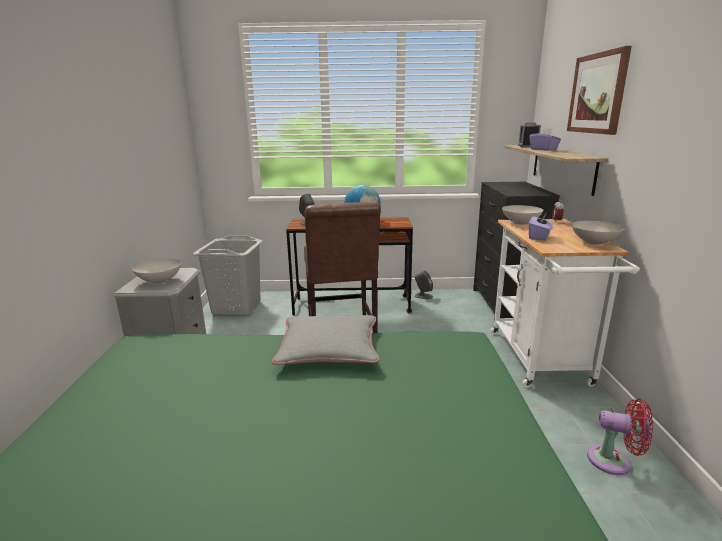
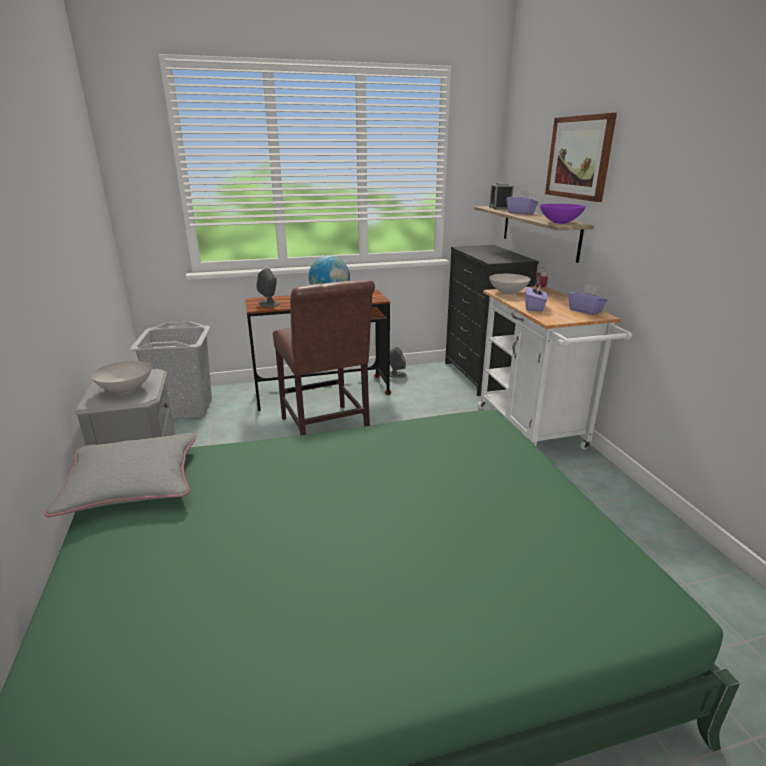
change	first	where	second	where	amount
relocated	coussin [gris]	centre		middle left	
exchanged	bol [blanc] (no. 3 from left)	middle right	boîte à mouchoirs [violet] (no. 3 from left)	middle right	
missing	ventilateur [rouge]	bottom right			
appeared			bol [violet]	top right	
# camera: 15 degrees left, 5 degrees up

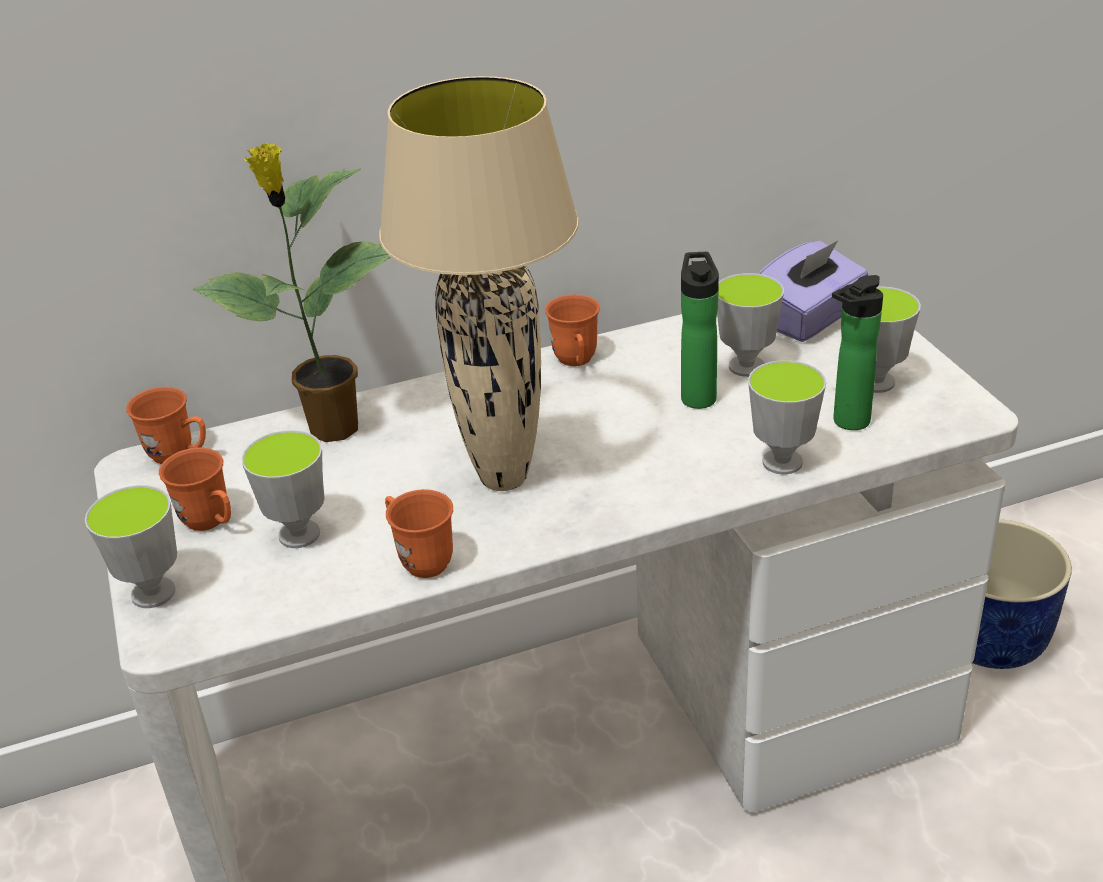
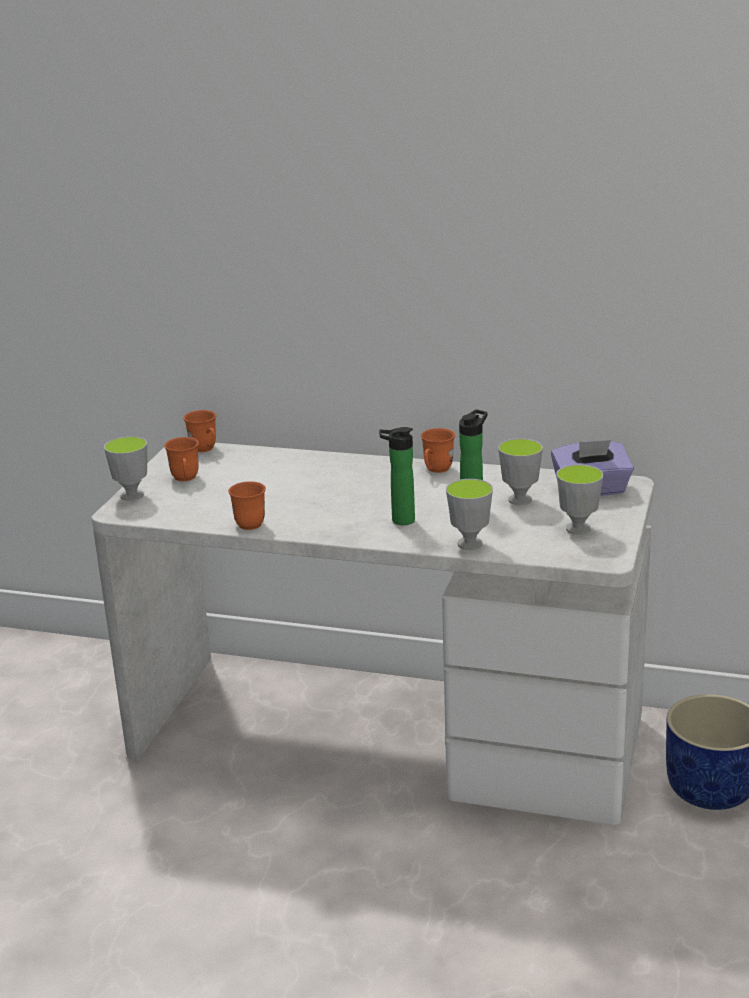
change	first	where	second	where	amount
missing	plante en pot	top left			
missing	tasse (no. 2 from left)	middle left			
missing	lampe de table [beige]	top centre			
relocated	bouteille (no. 2 from left in the first image)	middle right	bouteille (no. 1 from left)	centre	
# camera: 35 degrees right, 10 degrees down

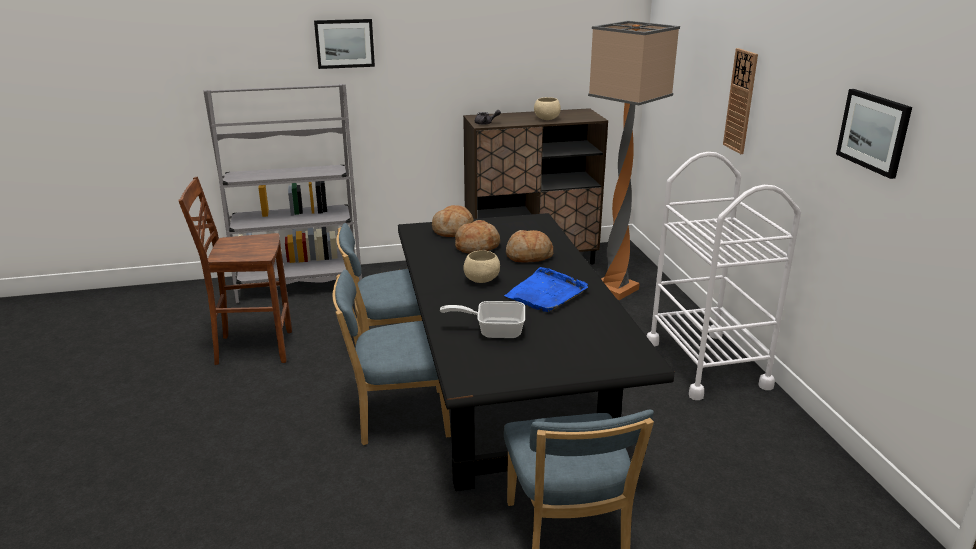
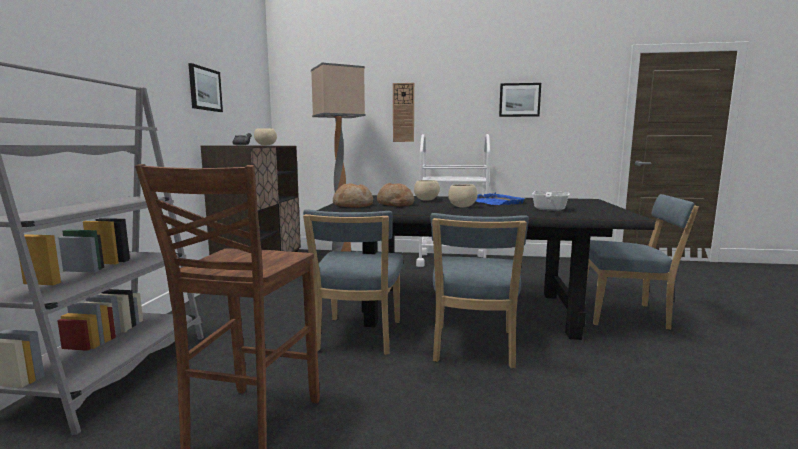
change	first	where	second	where	amount
relocated	tableau (no. 1 from left)	top centre		top left	
exchanged	pain (no. 3 from left)	centre	bol [beige] (no. 2 from left)	centre	
# camera: 70 degrees left, 15 degrees down

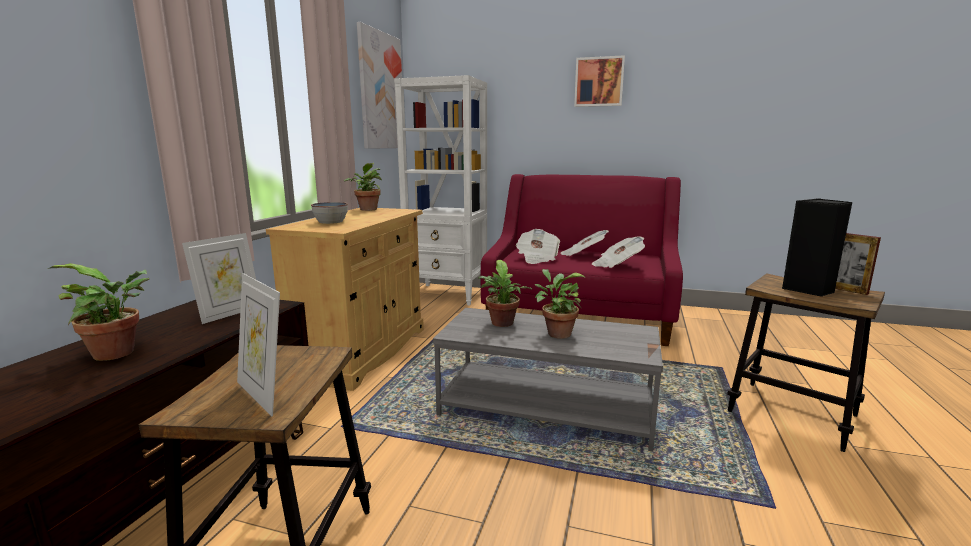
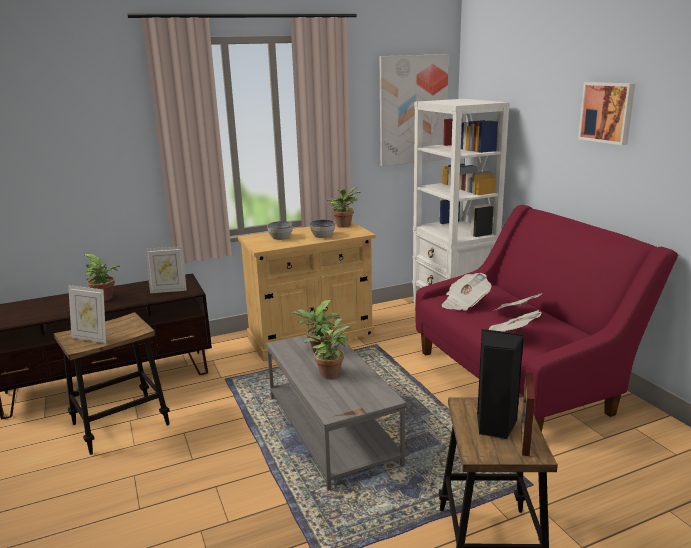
change	first	where	second	where	amount
spun	cadre photo (no. 2 from left in the first image)	middle left	cadre photo (no. 1 from left)	middle left	75 degrees counterclockwise
appeared			bol (no. 2 from left)	centre	
# camera: 50 degrees right, 5 degrees up

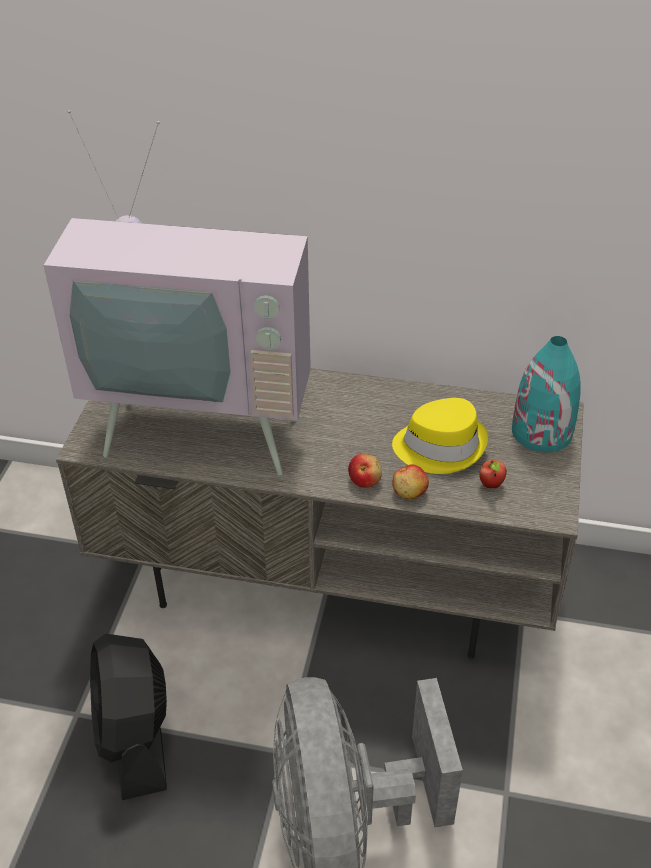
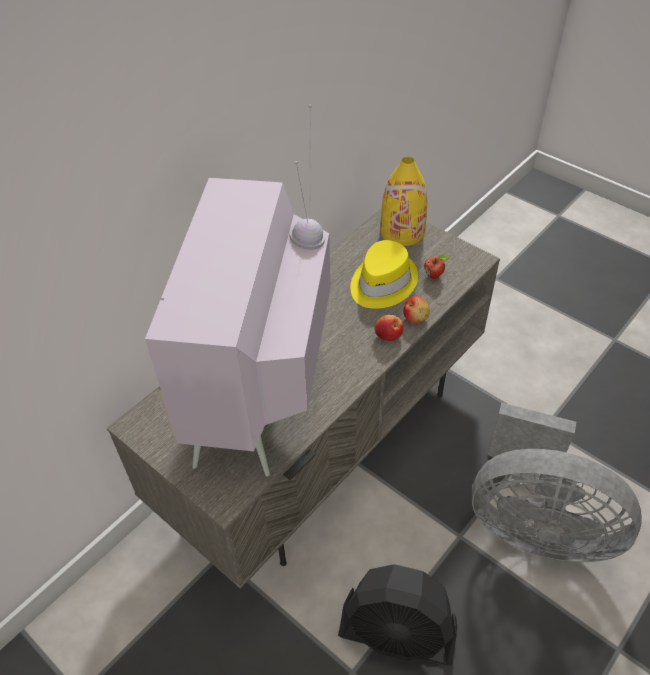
change	first	where	second	where	amount
spun	téléviseur	middle left		centre	150 degrees clockwise
colour	vase [turquoise]	middle right	vase [jaune]	top centre	
# camera: 60 degrees left, 5 degrees up

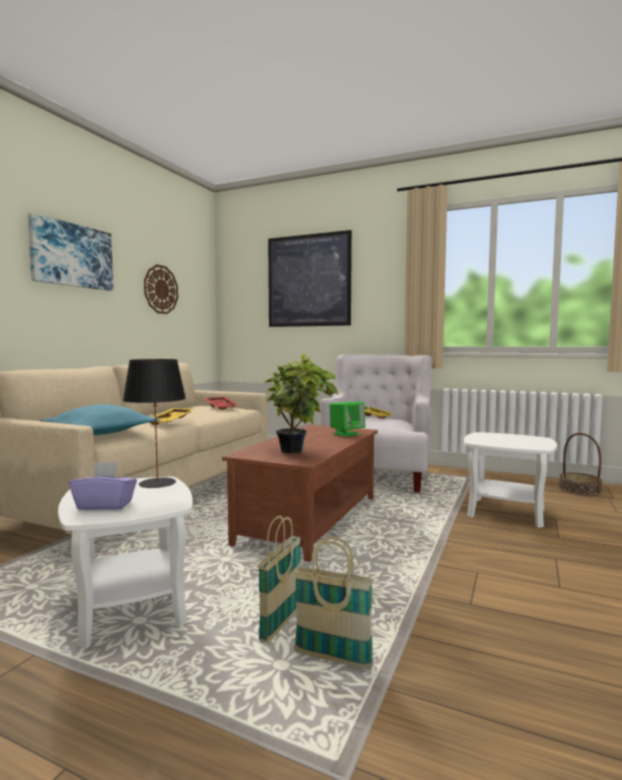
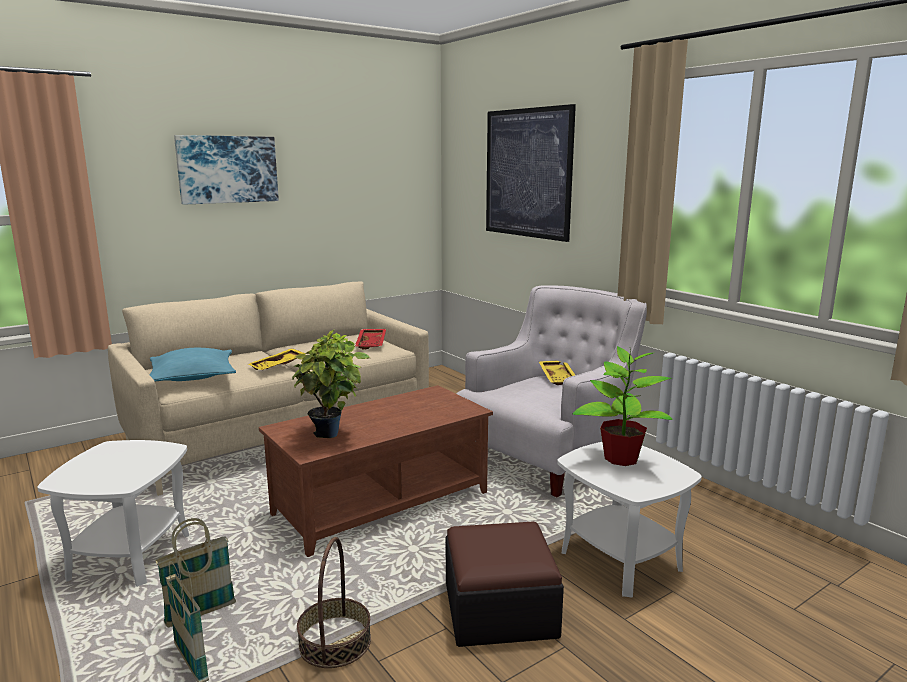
change	first	where	second	where	amount
missing	boîte à mouchoirs [violet]	middle left			
missing	lampe de table [noir]	middle left			
missing	horloge murale	middle left			
missing	enceinte [vert]	centre			
relocated	panier (no. 3 from left)	middle right		bottom centre	
appeared			pouf	bottom centre	
appeared			plante en pot (no. 2 from left)	middle right	
# camera: 30 degrees right, 10 degrees up

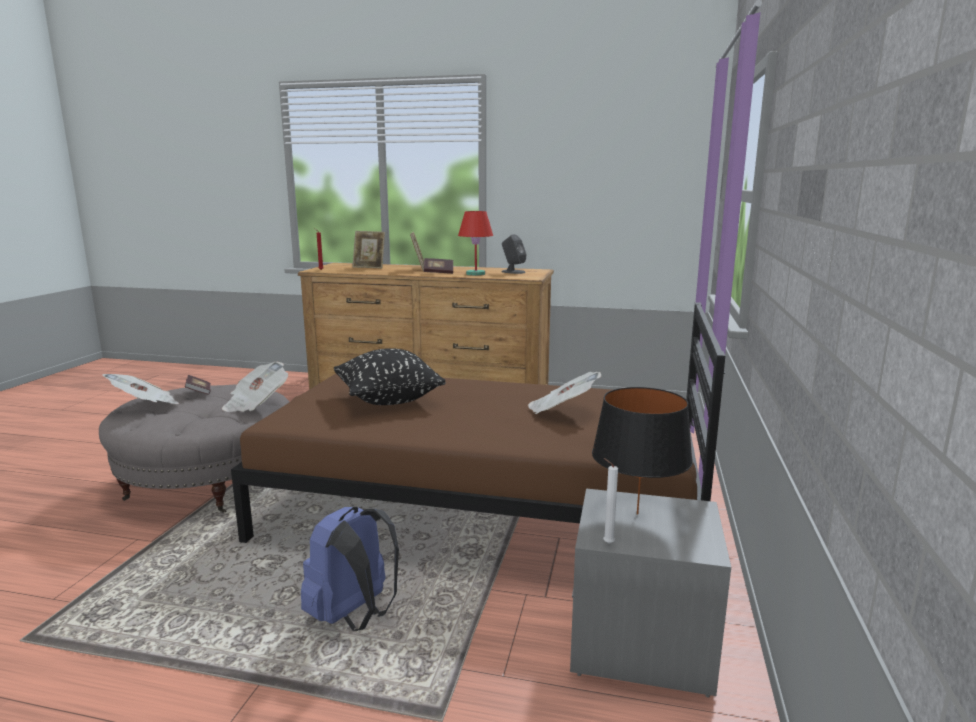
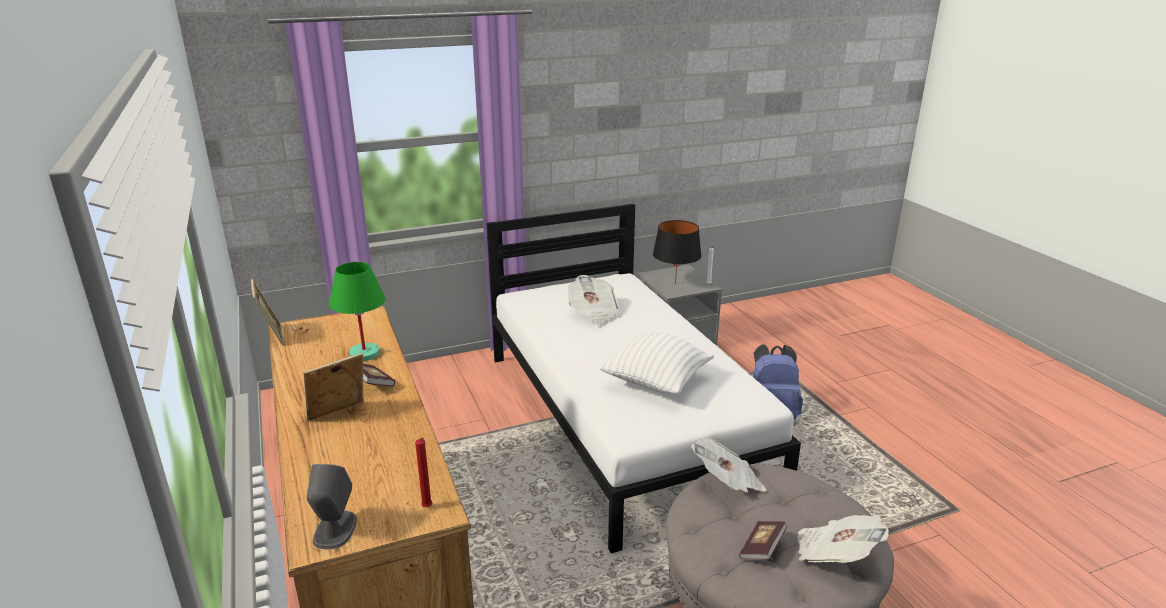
change	first	where	second	where	amount
colour	lit [marron]	centre	lit [blanc]	centre	
colour	coussin [noir]	centre	coussin [blanc]	centre	
relocated	cadre photo (no. 1 from left)	centre		middle left	
colour	lampe de table [rouge]	centre	lampe de table [vert]	middle left	
relocated	enceinte [gris]	centre		bottom left	
# camera: 125 degrees left, 10 degrees up

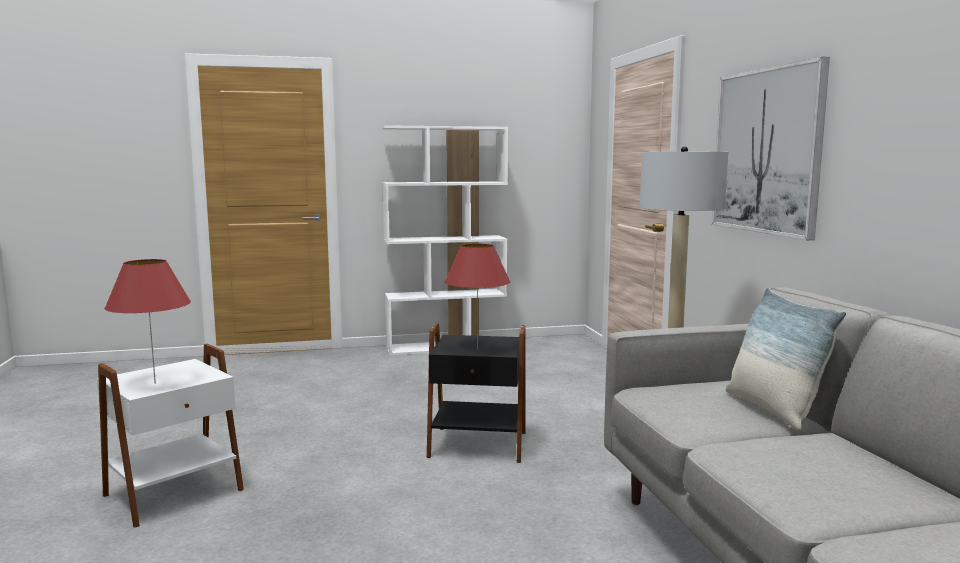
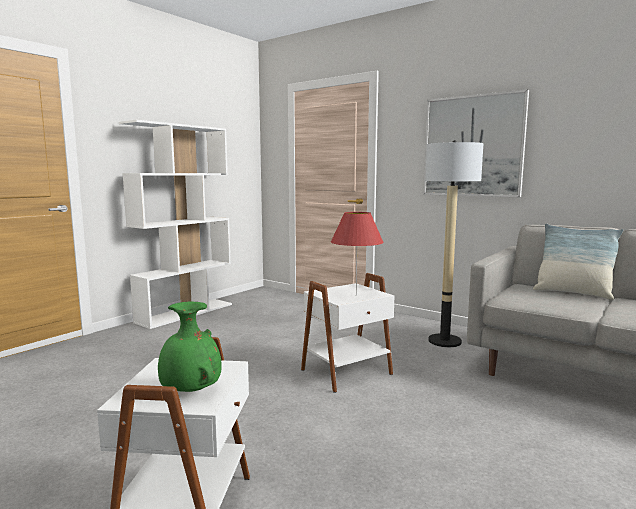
change	first	where	second	where	amount
exchanged	lampe de table [rouge] (no. 1 from left)	middle left	vase [vert]	bottom left	
colour	table d'appoint [noir]	bottom centre	table d'appoint [blanc] (no. 2 from left)	centre	
# camera: 40 degrees left, 0 degrees up

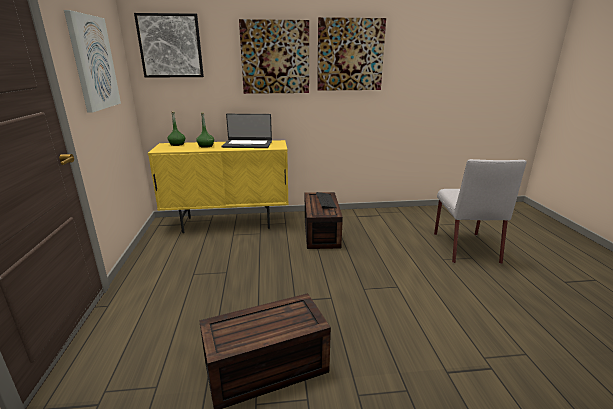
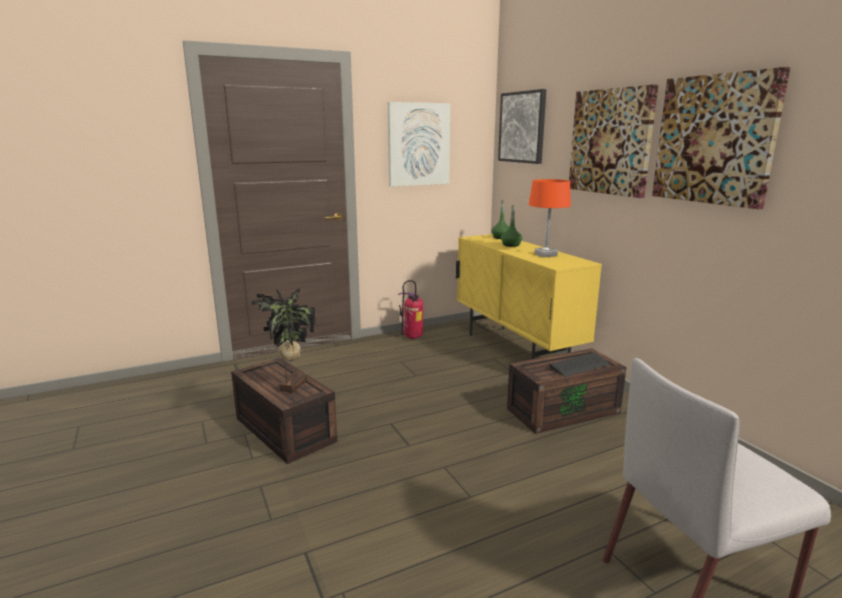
change	first	where	second	where	amount
exchanged	ordinateur portable	top centre	lampe de table [orange]	centre	
appeared			plante en pot	centre	
appeared			extincteur	centre	
# camera: 70 degrees right, 5 degrees down

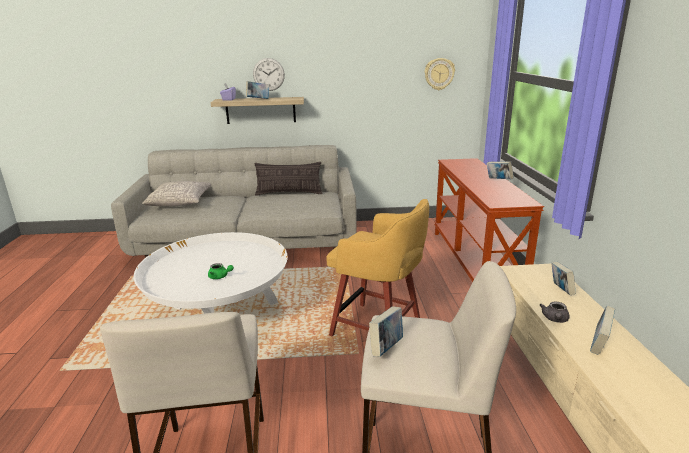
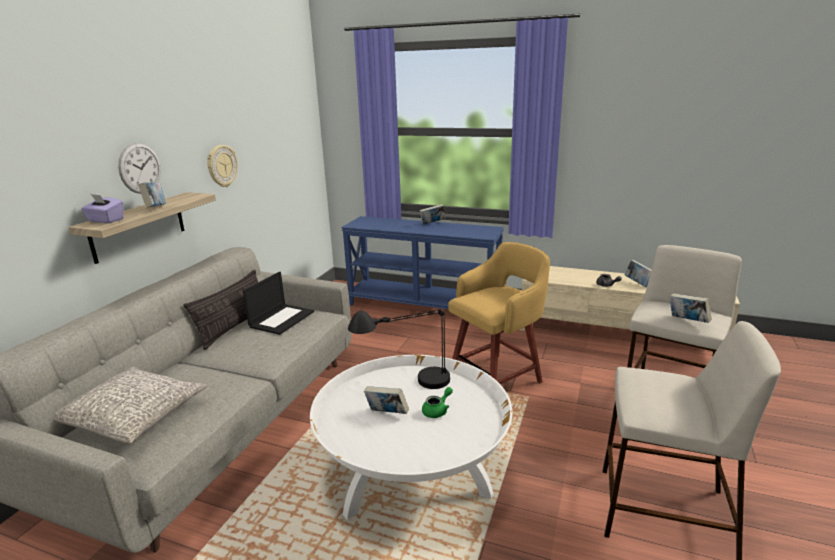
change	first	where	second	where	amount
relocated	horloge murale (no. 2 from left)	top centre		top left	
colour	table console [marron]	middle right	table console [bleu]	centre	
relocated	livre (no. 4 from left in the first image)	middle right	livre (no. 2 from left)	bottom centre	
appeared			ordinateur portable	middle left	
appeared			lampe de table [noir]	centre	
# camera: 65 degrees left, 0 degrees up

